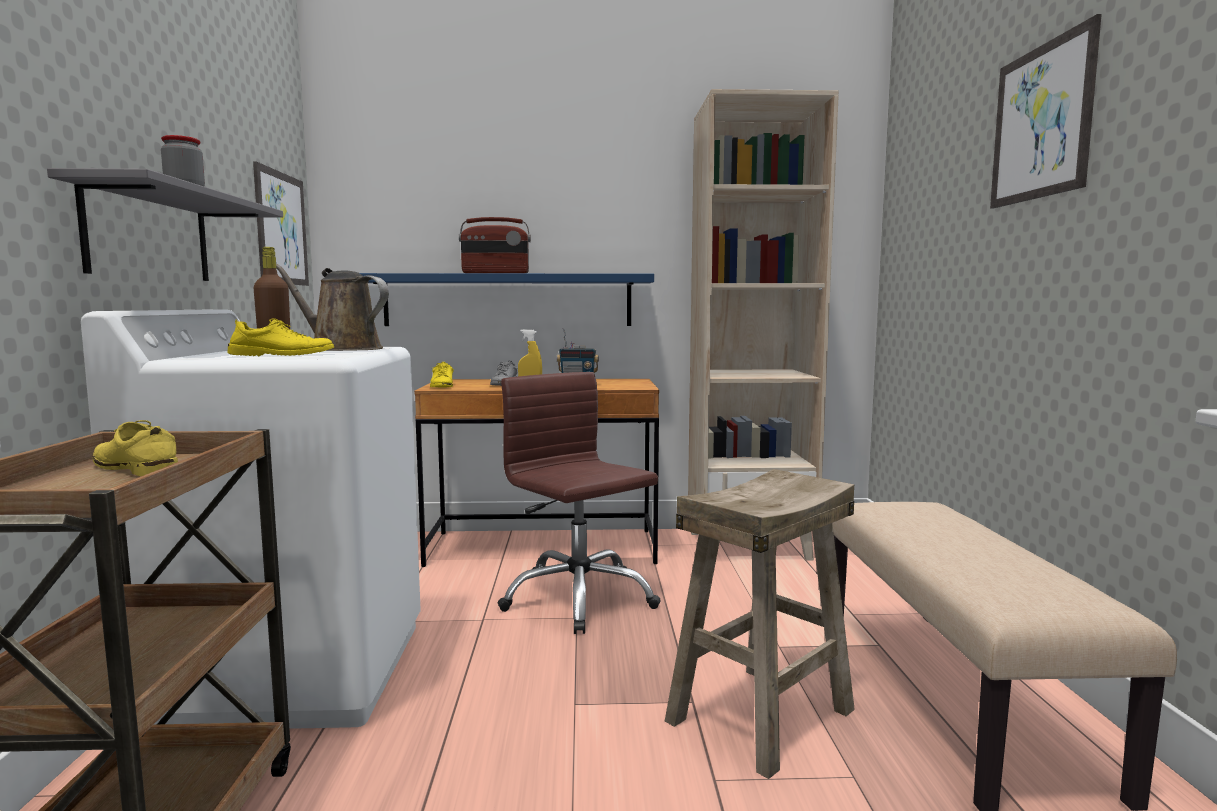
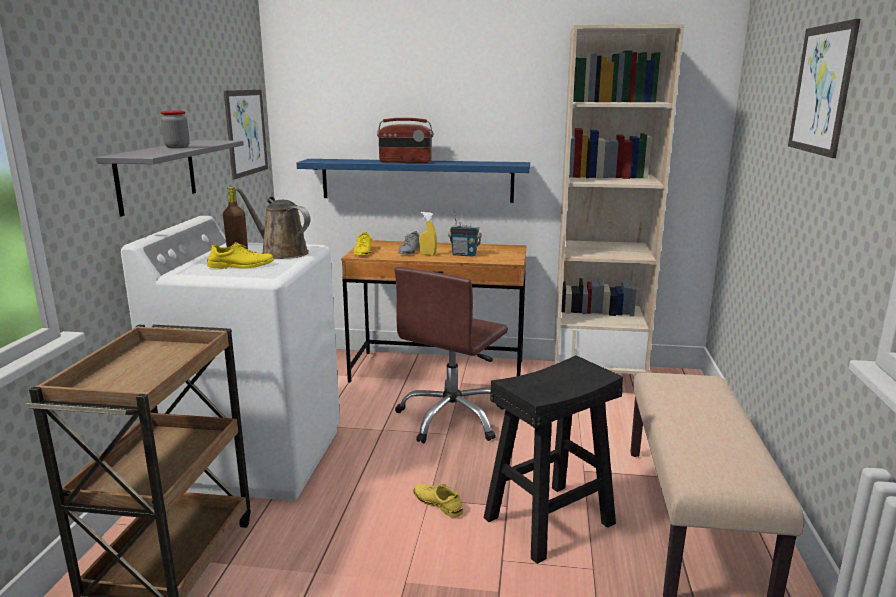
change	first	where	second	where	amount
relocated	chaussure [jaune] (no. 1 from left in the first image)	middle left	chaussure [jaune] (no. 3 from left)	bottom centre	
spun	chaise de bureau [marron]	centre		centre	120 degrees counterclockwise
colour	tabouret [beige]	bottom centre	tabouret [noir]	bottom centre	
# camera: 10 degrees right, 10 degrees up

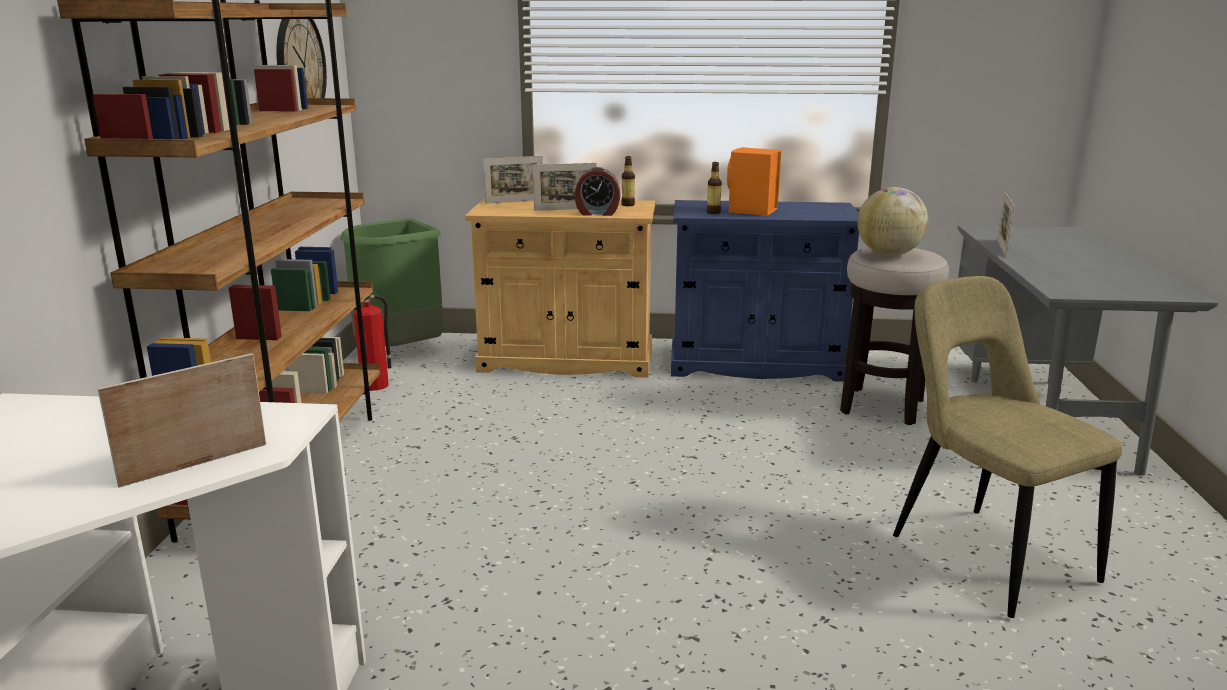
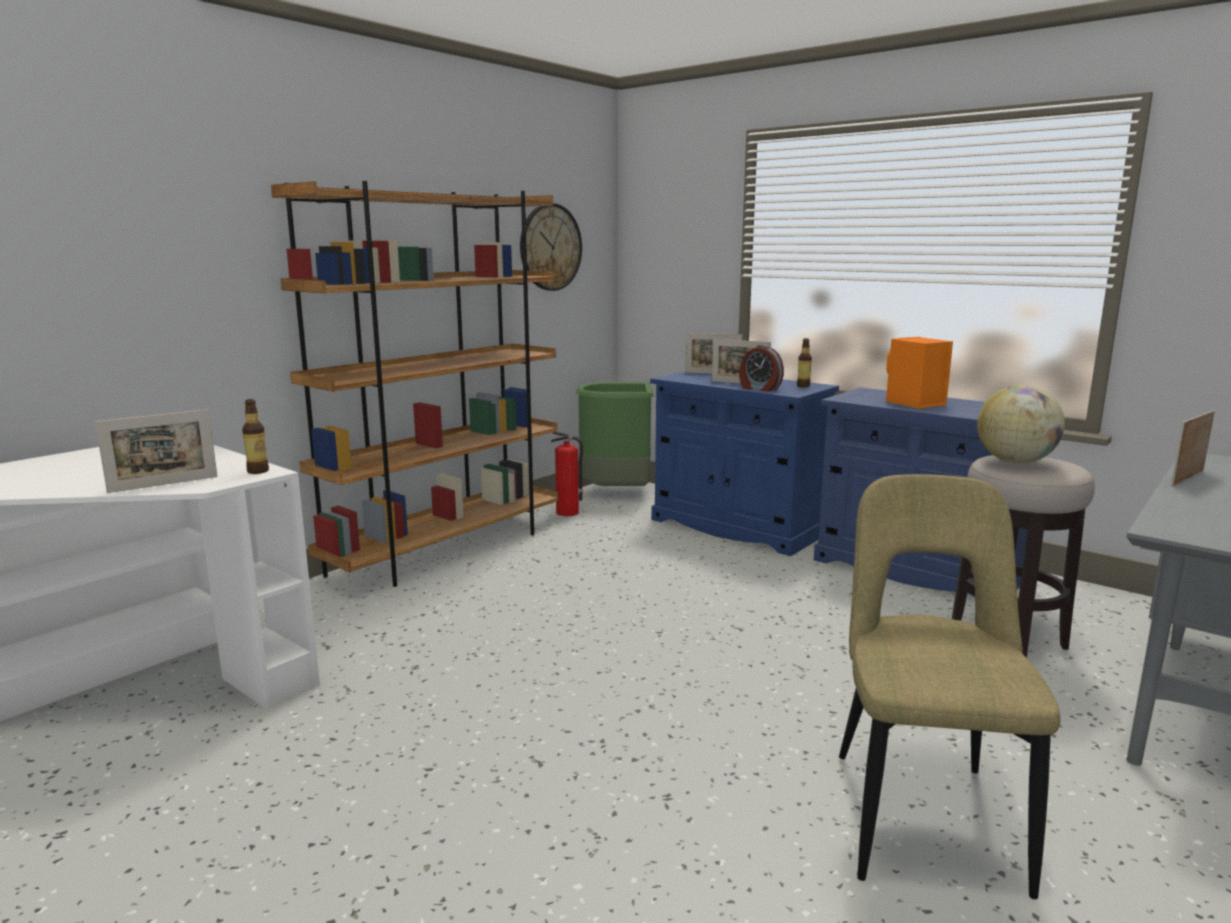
change	first	where	second	where	amount
spun	cadre photo (no. 1 from left)	middle left		middle left	150 degrees clockwise
colour	meuble de rangement [beige]	centre	meuble de rangement [bleu] (no. 1 from left)	centre	
relocated	bouteille (no. 2 from left in the first image)	top centre	bouteille (no. 1 from left)	middle left	
# camera: 35 degrees right, 5 degrees down

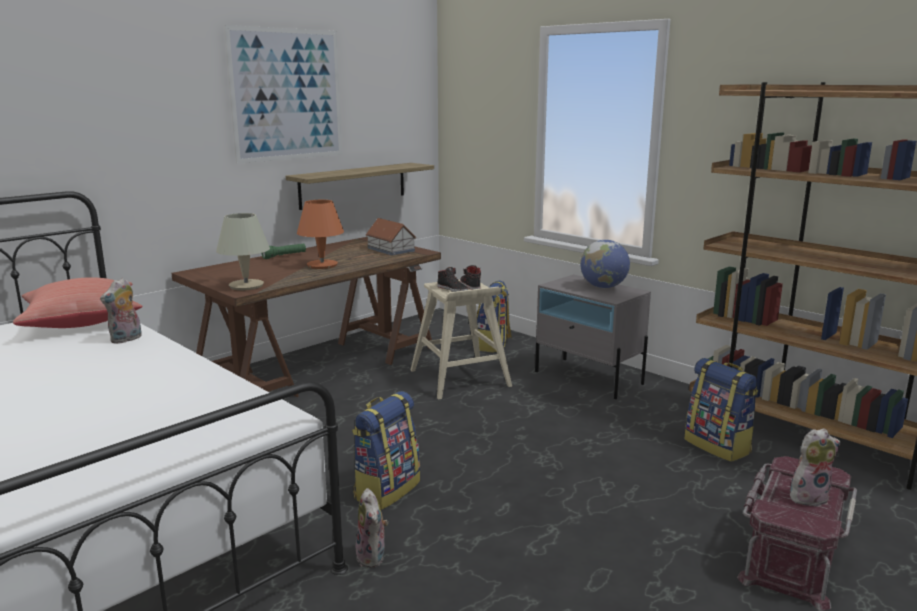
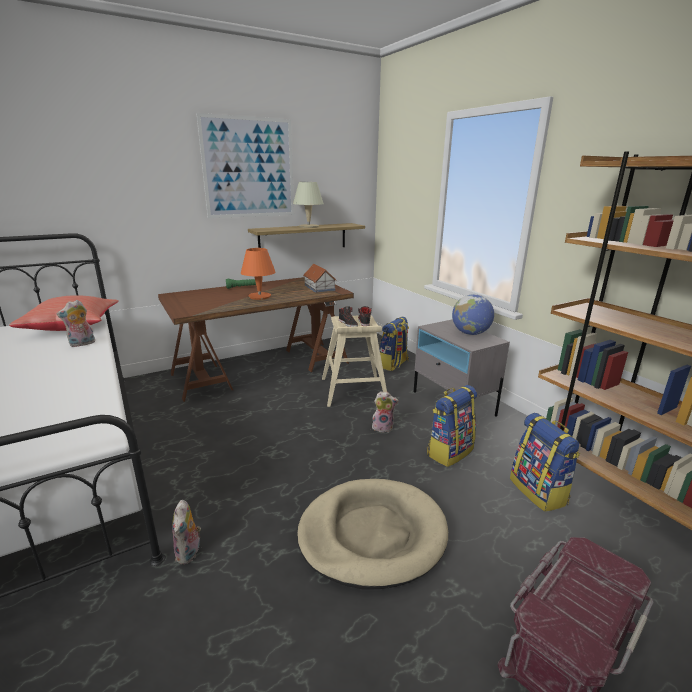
change	first	where	second	where	amount
relocated	lampe de table [beige]	middle left		top centre	
relocated	sac à dos (no. 1 from left in the first image)	bottom centre	sac à dos (no. 2 from left)	centre	
relocated	peluche (no. 3 from left)	bottom right		centre	
appeared			panier pour chien [beige]	bottom centre	
# camera: 15 degrees right, 5 degrees up

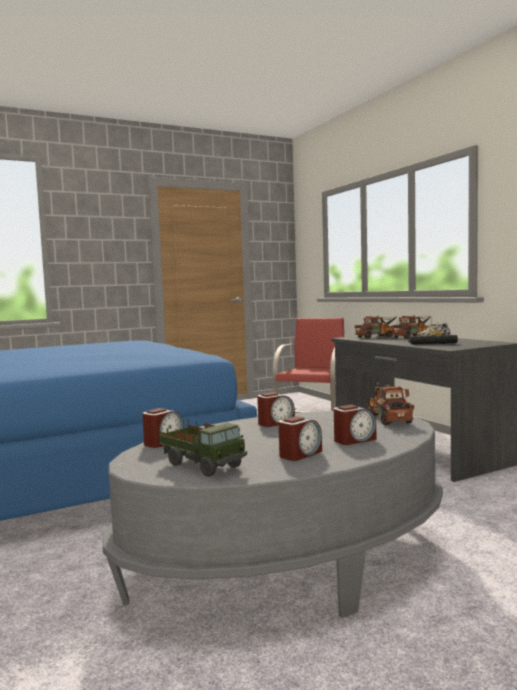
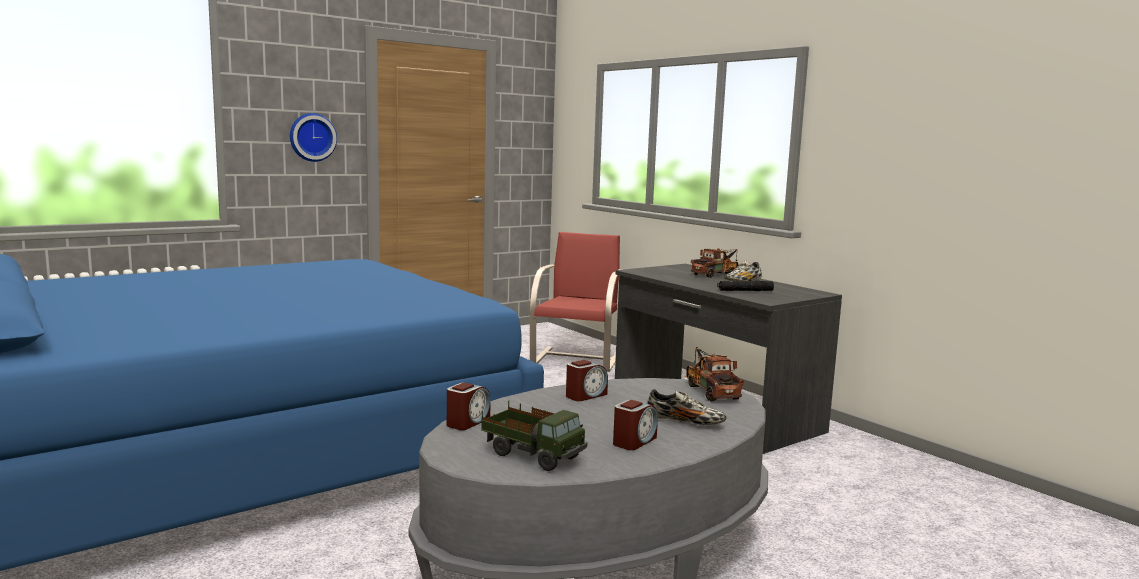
change	first	where	second	where	amount
exchanged	réveil (no. 4 from left)	middle right	chaussure (no. 1 from left)	bottom centre	
missing	camion jouet (no. 2 from left)	middle right			
appeared			horloge murale	top left	
# camera: 10 degrees left, 5 degrees up

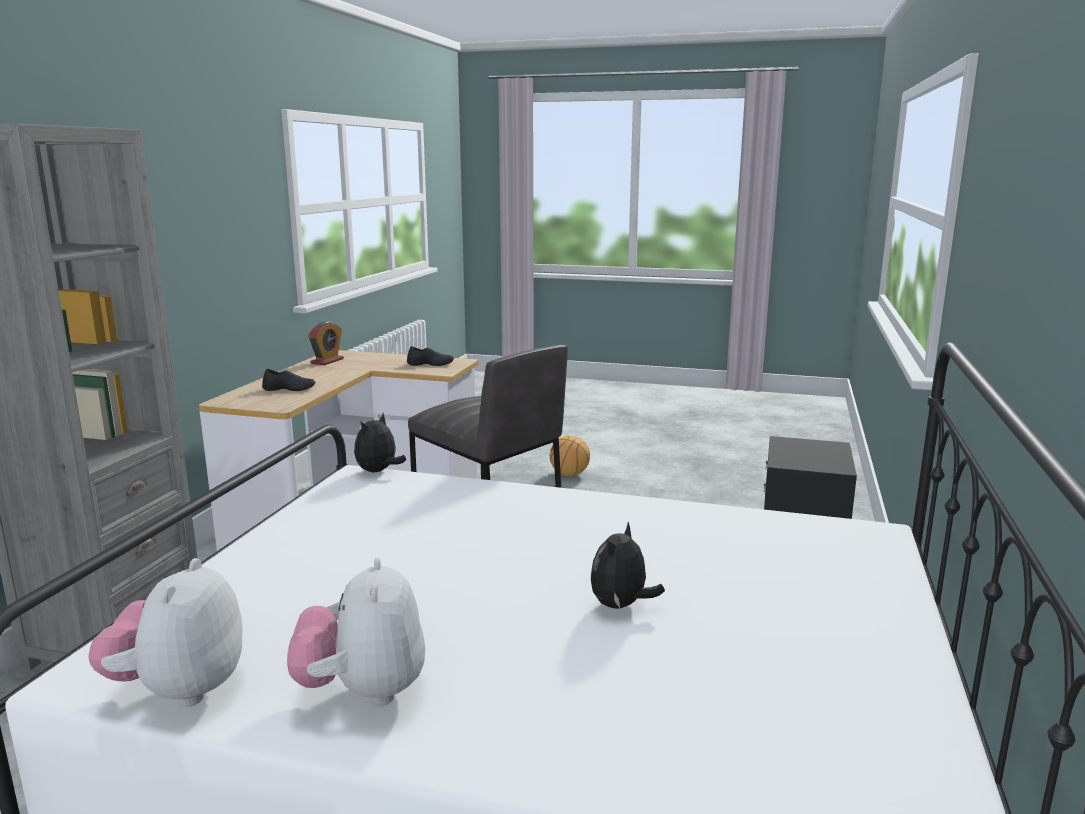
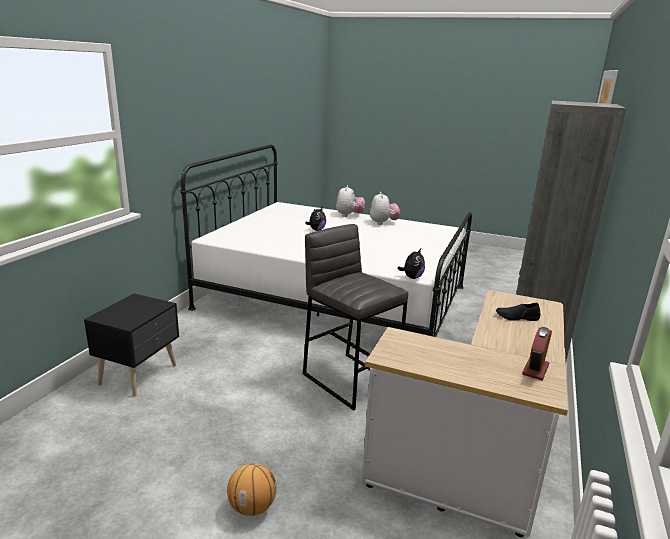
change	first	where	second	where	amount
relocated	peluche (no. 1 from left in the first image)	bottom left	peluche (no. 2 from left)	centre	
missing	chaussure [noir] (no. 2 from left)	centre			
# camera: 175 degrees left, 5 degrees up

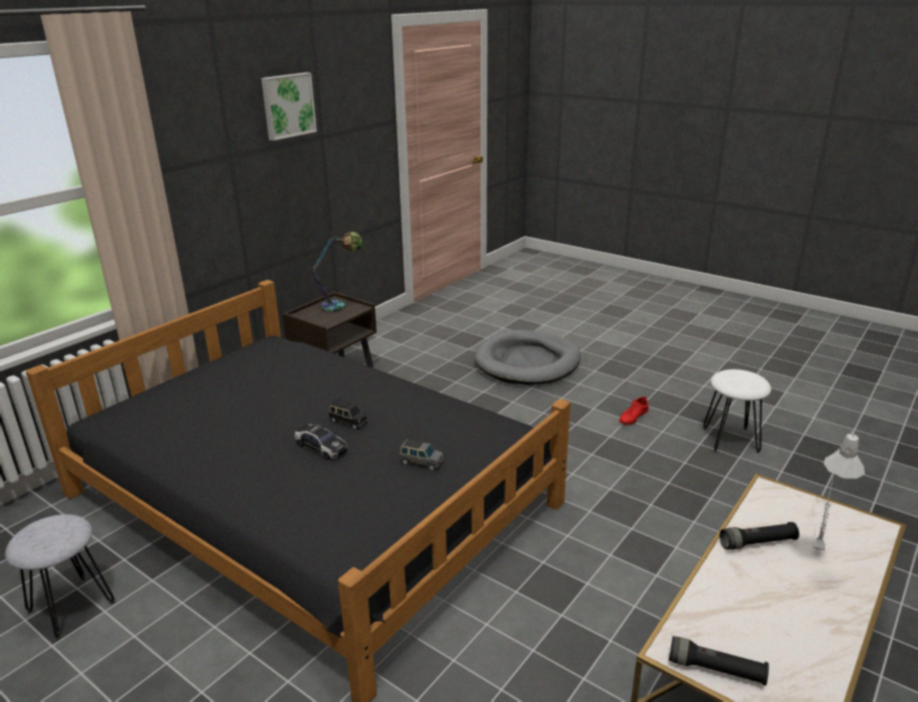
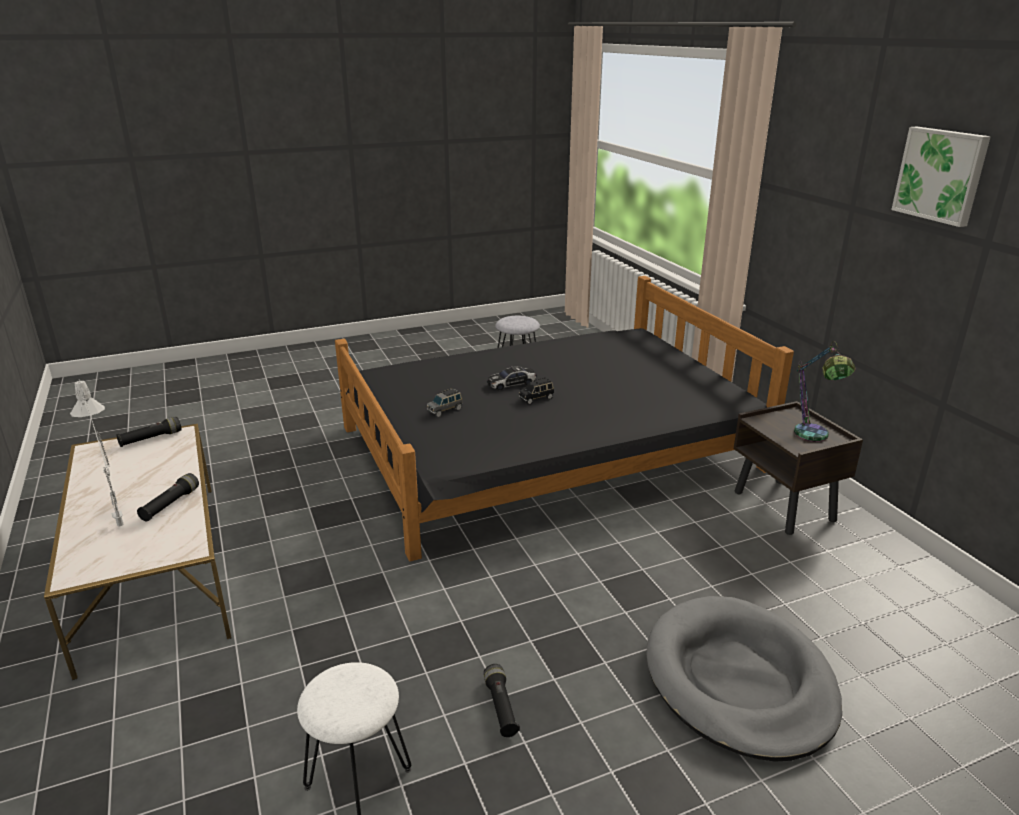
change	first	where	second	where	amount
exchanged	chaussure [rouge]	middle right	lampe de poche [noir] (no. 3 from left)	bottom centre	
# camera: 120 degrees right, 0 degrees up

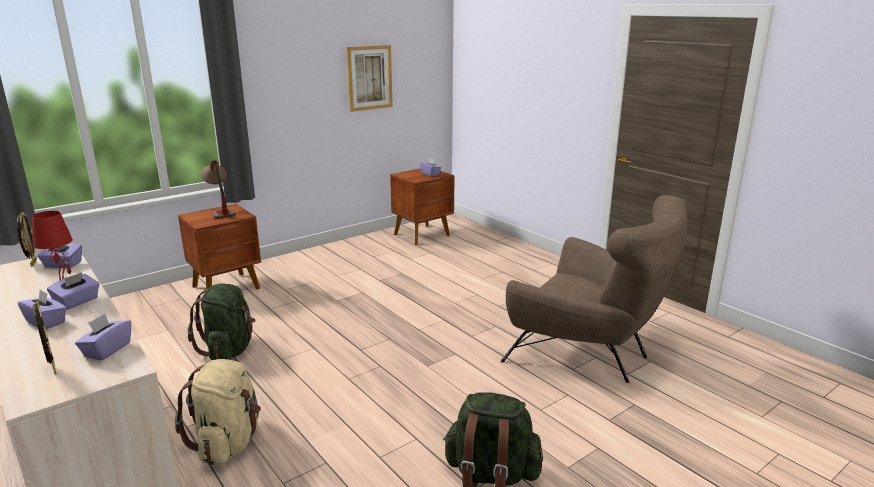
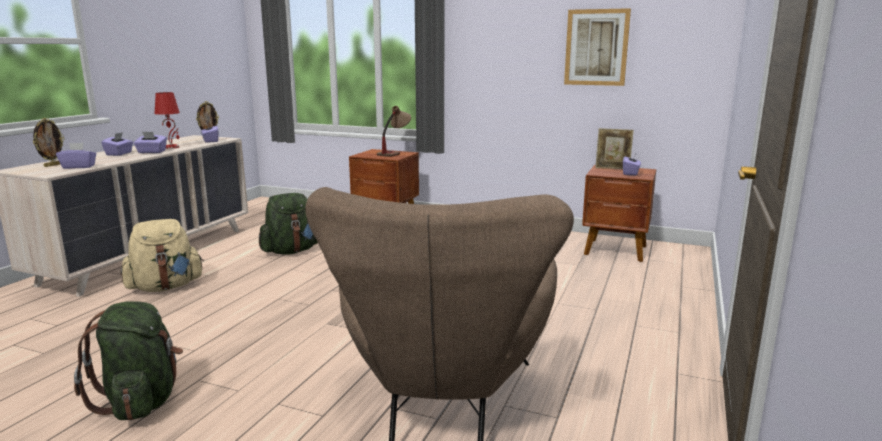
change	first	where	second	where	amount
appeared			cadre photo (no. 3 from left)	middle right	
# camera: 60 degrees right, 5 degrees down

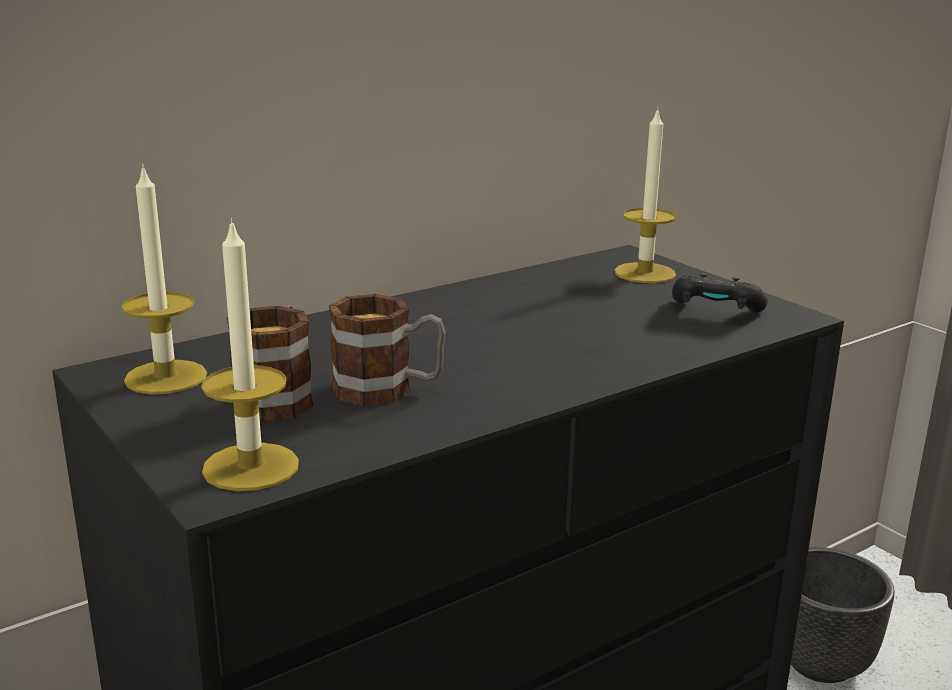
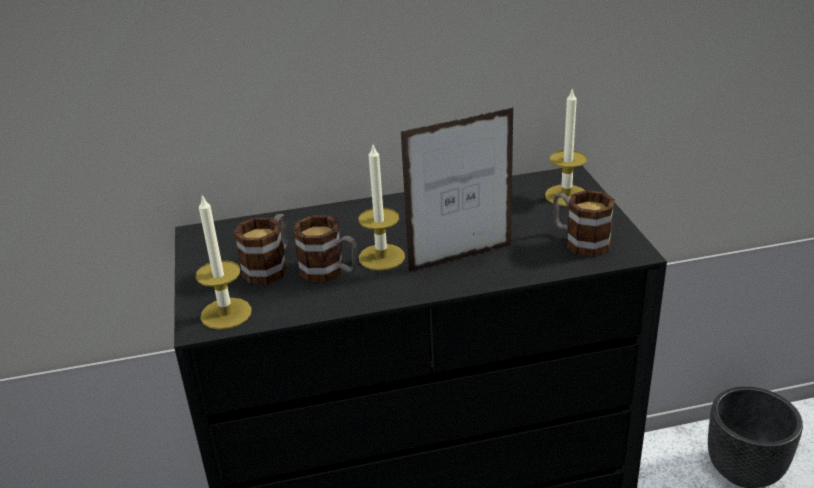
change	first	where	second	where	amount
relocated	bougie (no. 1 from left in the first image)	middle left	bougie (no. 2 from left)	centre	
exchanged	manette [noir]	middle right	mug (no. 3 from left)	middle right	
appeared			cadre photo	centre	
# camera: 25 degrees right, 10 degrees up

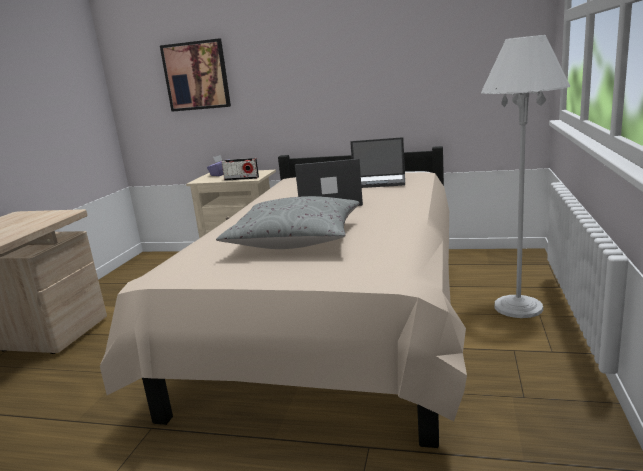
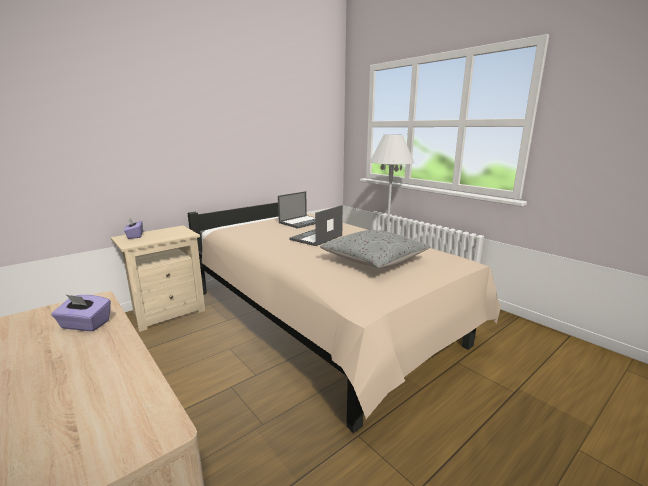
change	first	where	second	where	amount
missing	tableau	top left			
missing	radio	centre			
appeared			boîte à mouchoirs [violet] (no. 1 from left)	middle left	
# camera: 55 degrees left, 0 degrees up

